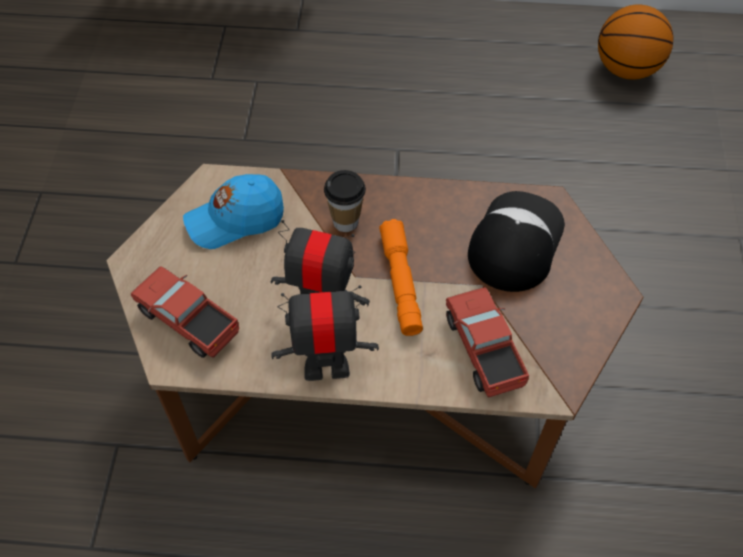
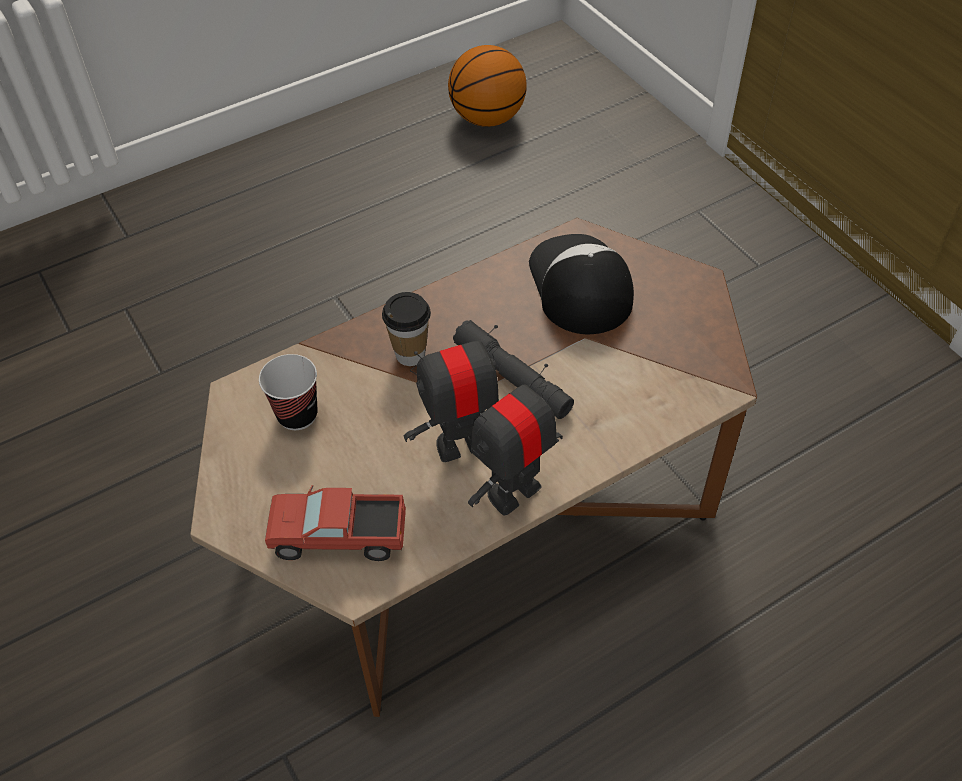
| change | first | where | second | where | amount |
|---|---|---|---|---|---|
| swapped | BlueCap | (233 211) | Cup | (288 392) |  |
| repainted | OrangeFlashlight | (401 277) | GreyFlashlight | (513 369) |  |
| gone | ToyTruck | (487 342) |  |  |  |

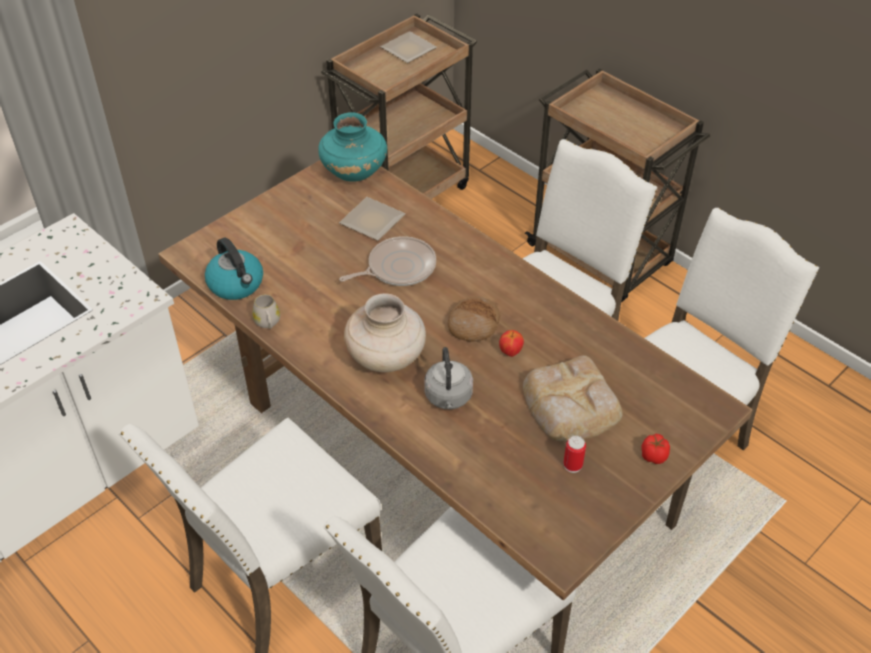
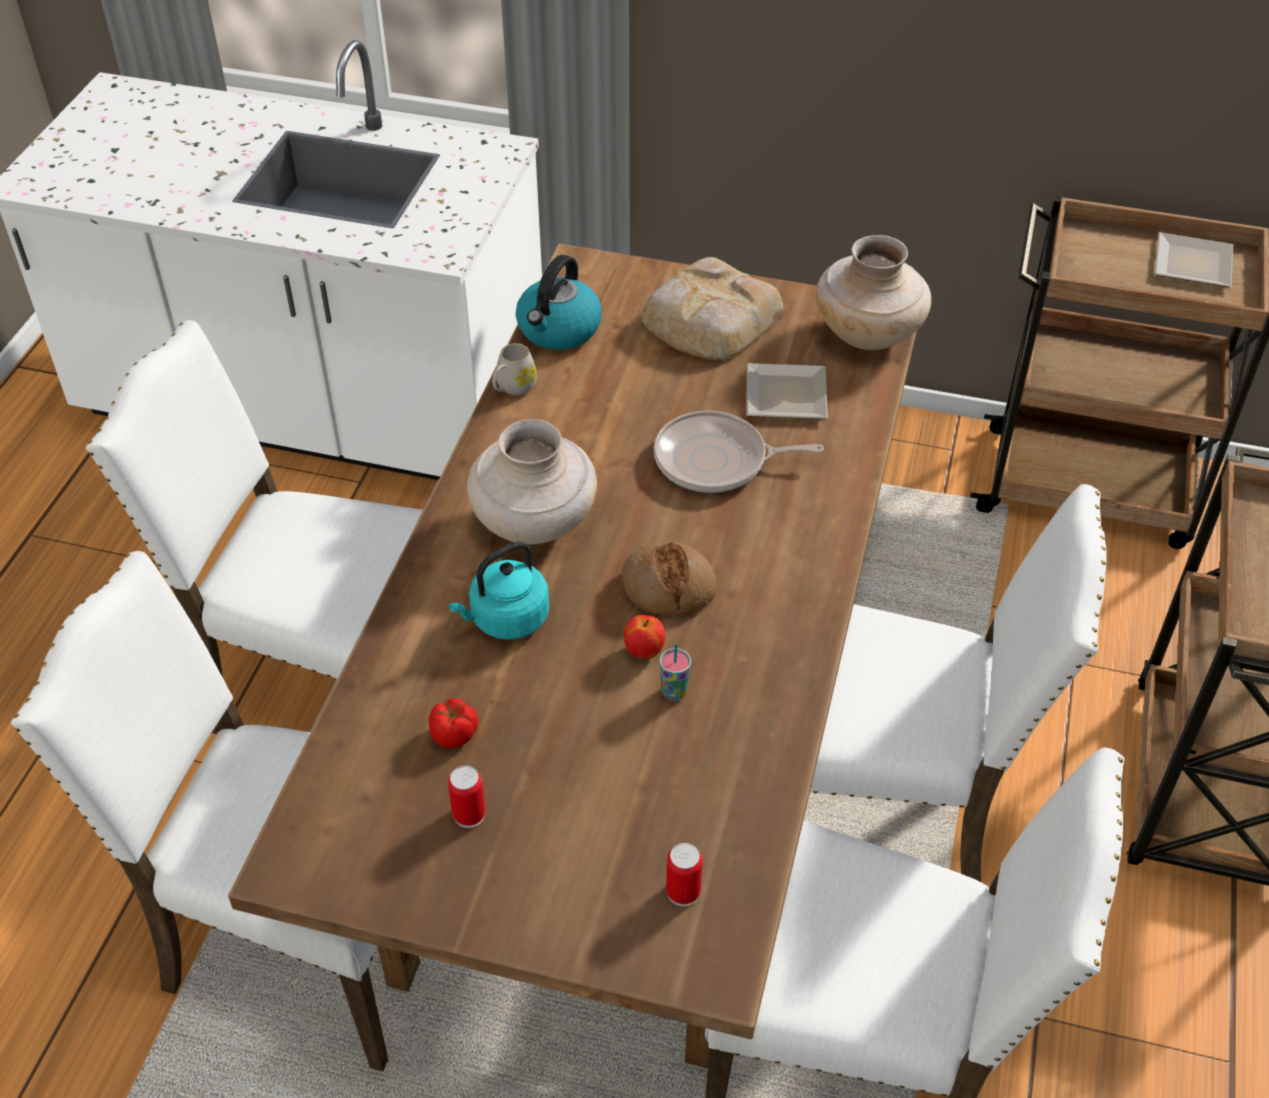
| change | first | where | second | where | amount |
|---|---|---|---|---|---|
| repainted | TurquoiseVase | (352 147) | BeigeVase | (873 292) |  |
| rotated | FryingPan | (387 261) |  | (739 452) | 150 degrees clockwise |
| repainted | GreyKettle | (448 378) | TurquoiseKettle | (499 590) |  |
| shifted | Bread | (572 398) |  | (712 308) |  |
| shifted | Tomato | (655 449) |  | (453 723) |  |
| new |  |  | Cup | (675 672) |  |
| new |  |  | Can | (684 874) |  |

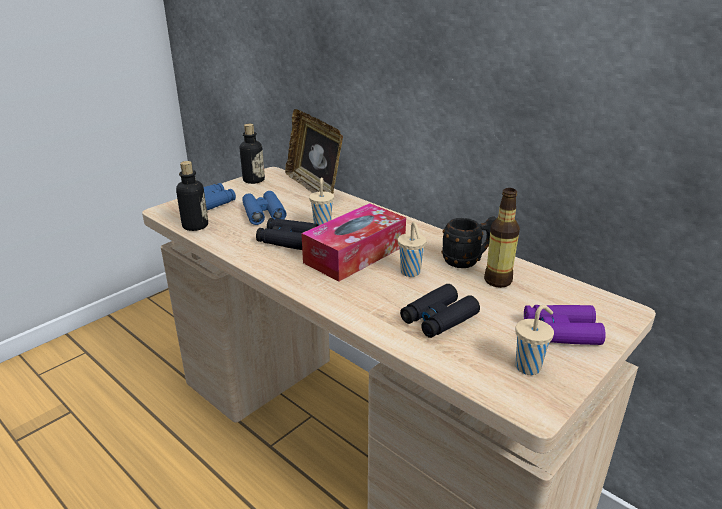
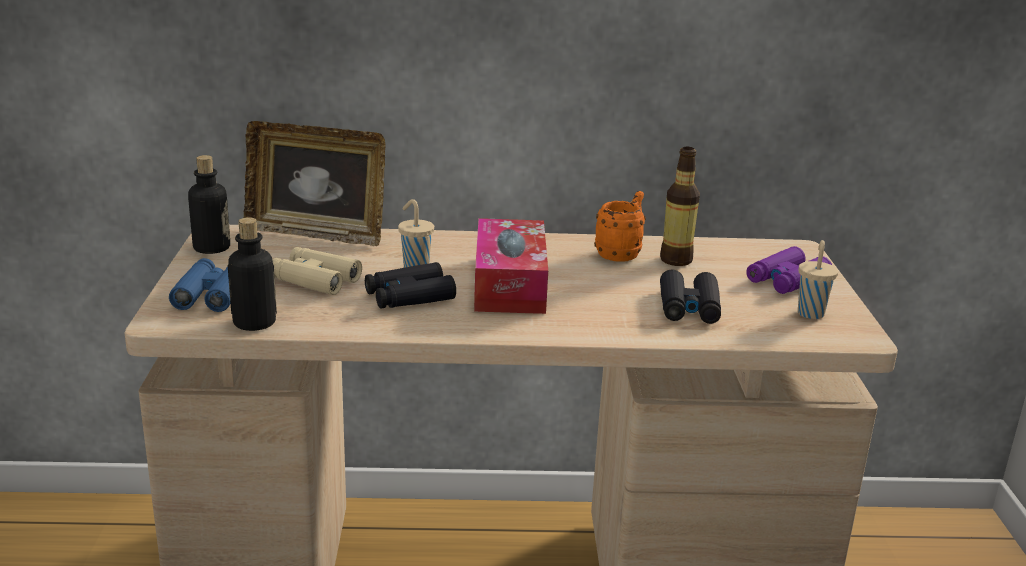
| change | first | where | second | where | amount |
|---|---|---|---|---|---|
| repainted | BlueBinoculars | (264 208) | BeigeBinoculars | (317 271) |  |
| repainted | BlackMug | (468 242) | OrangeMug | (620 226) |  |
| gone | BeigeCup | (412 249) |  |  |  |

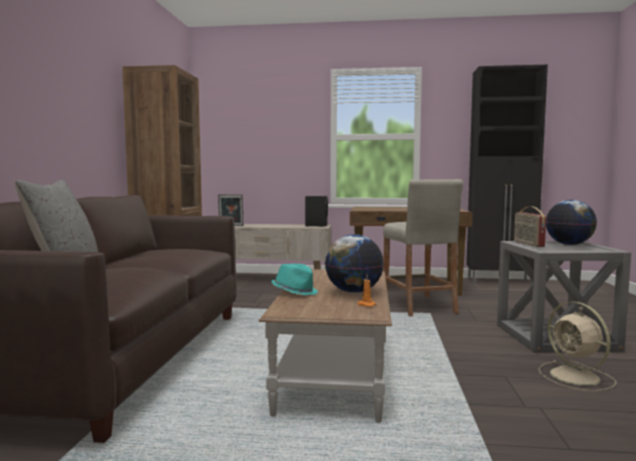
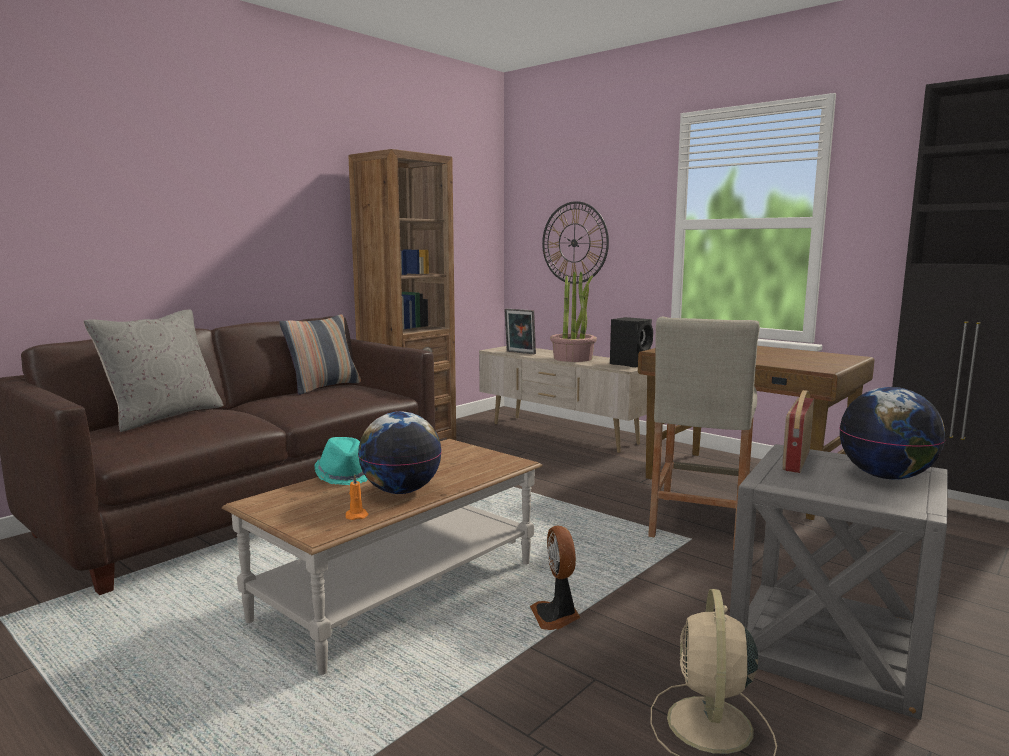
| change | first | where | second | where | amount |
|---|---|---|---|---|---|
| new |  |  | WallClock | (575 242) |  |
| new |  |  | PottedPlant | (573 316) |  |
| new |  |  | Pillow | (320 354) |  |
| new |  |  | Fan | (555 578) |  |

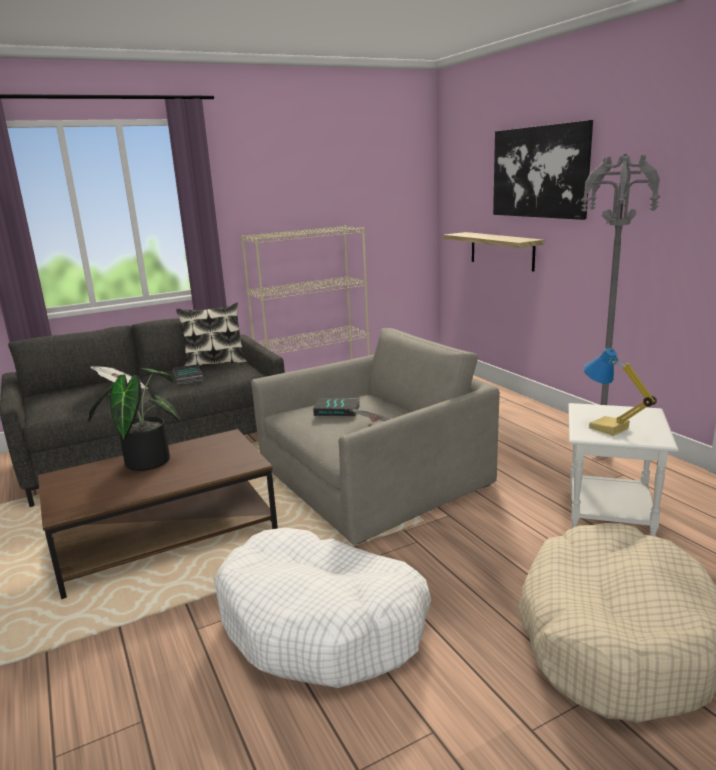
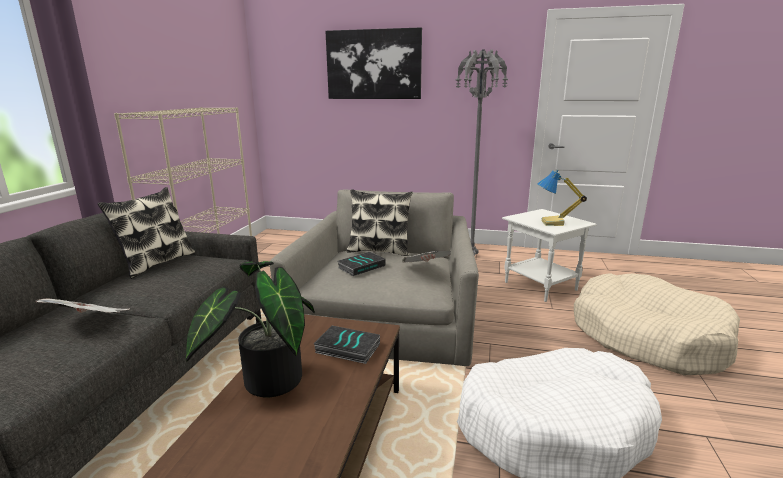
| change | first | where | second | where | amount |
|---|---|---|---|---|---|
| gone | Shelf | (493 252) |  |  |  |
| shifted | Book | (188 374) |  | (346 345) |  |
| new |  |  | Pillow | (379 222) |  |

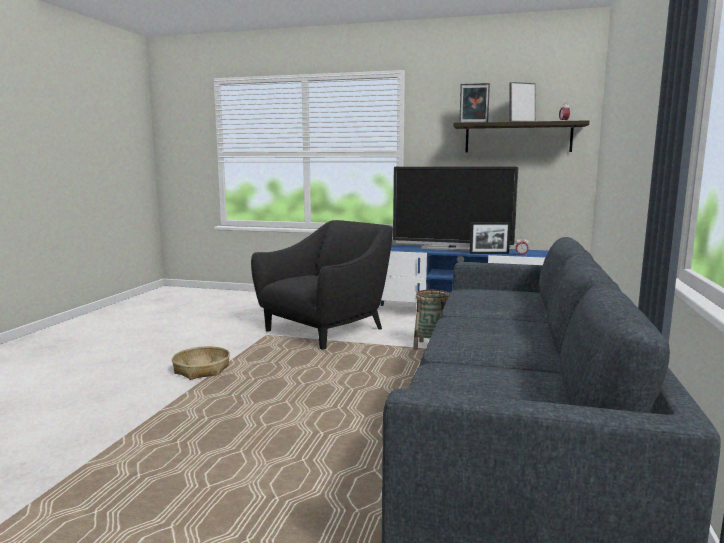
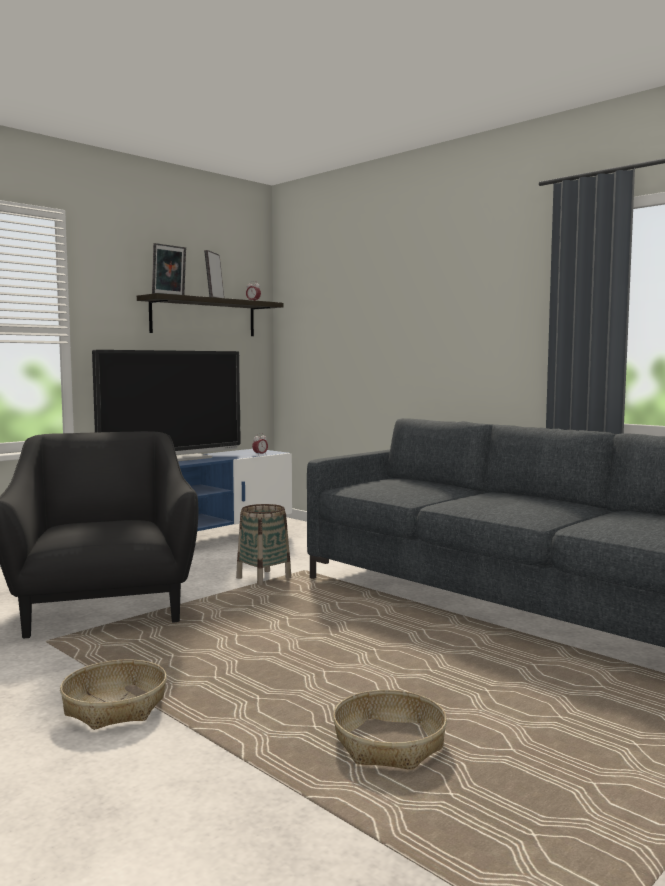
| change | first | where | second | where | amount |
|---|---|---|---|---|---|
| gone | PictureFrame | (490 238) |  |  |  |
| new |  |  | Basket | (390 730) |  |

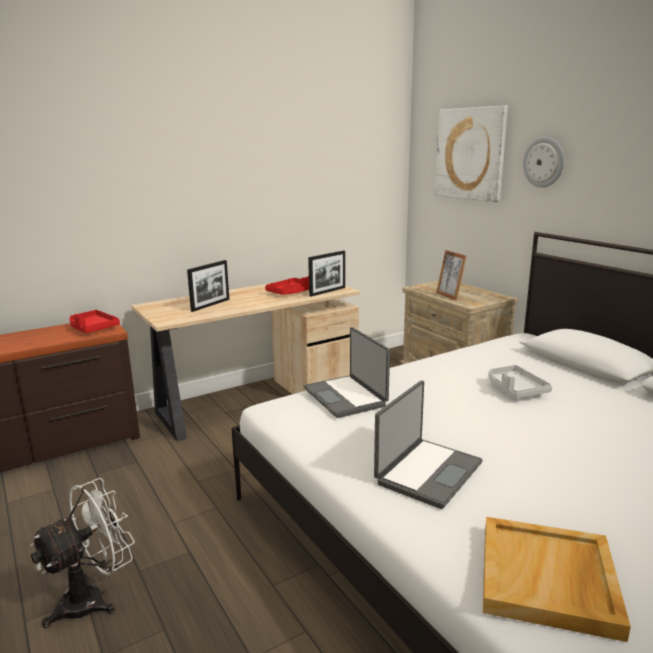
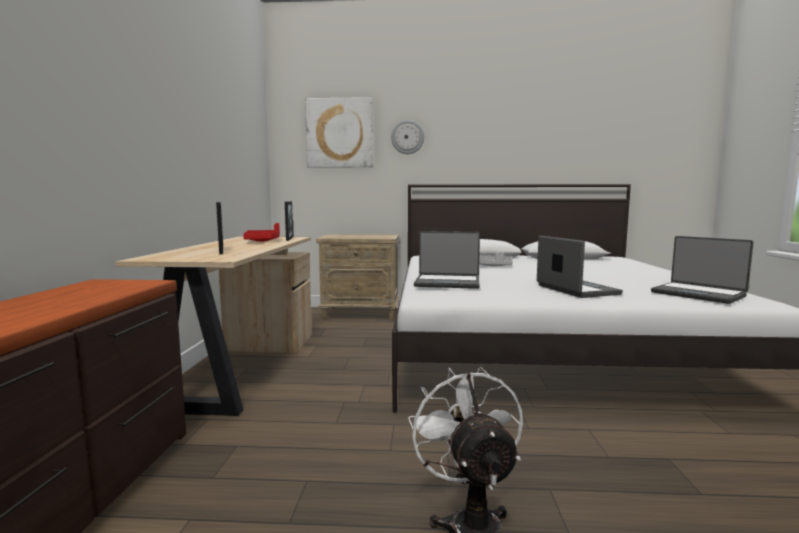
| change | first | where | second | where | amount |
|---|---|---|---|---|---|
| gone | PictureFrame | (451 275) |  |  |  |
| gone | RedTray | (94 321) |  |  |  |
| swapped | BeigeTray | (557 579) | Laptop | (702 270) |  |

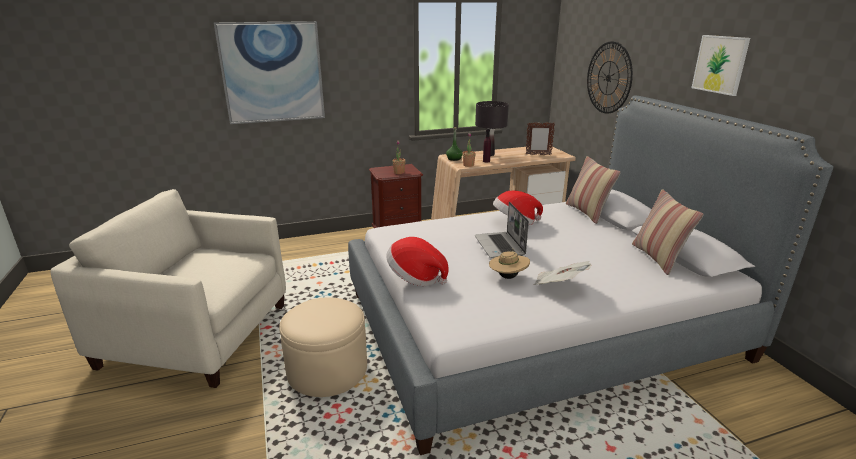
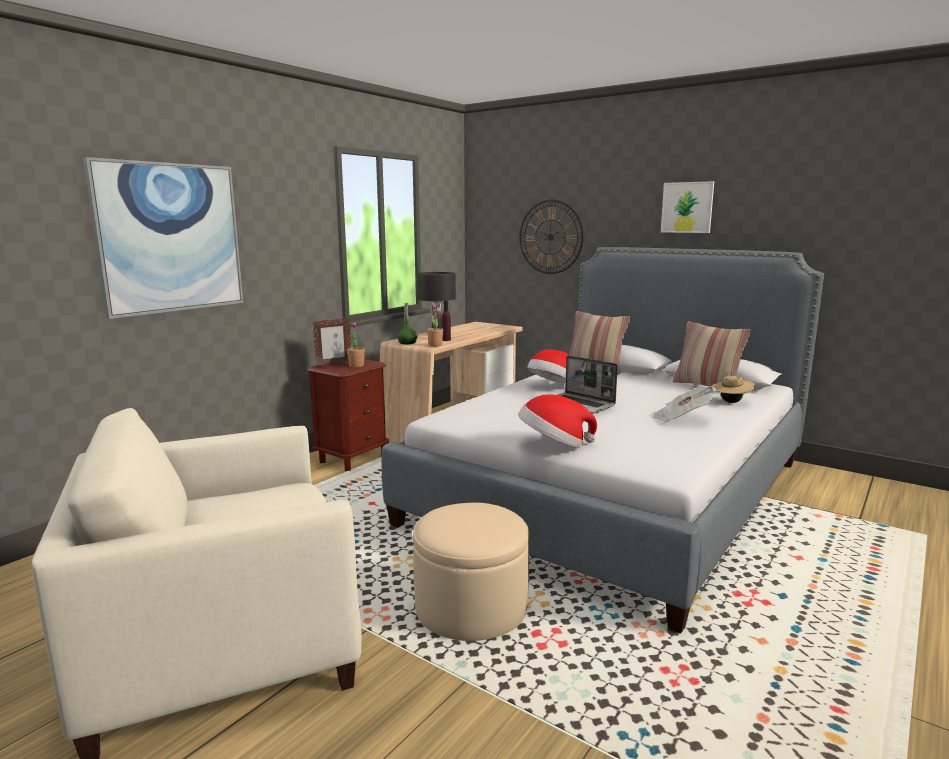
| change | first | where | second | where | amount |
|---|---|---|---|---|---|
| shifted | PictureFrame | (540 139) |  | (331 342) |  |
| shifted | BeigeHat | (509 263) |  | (733 388) |  |

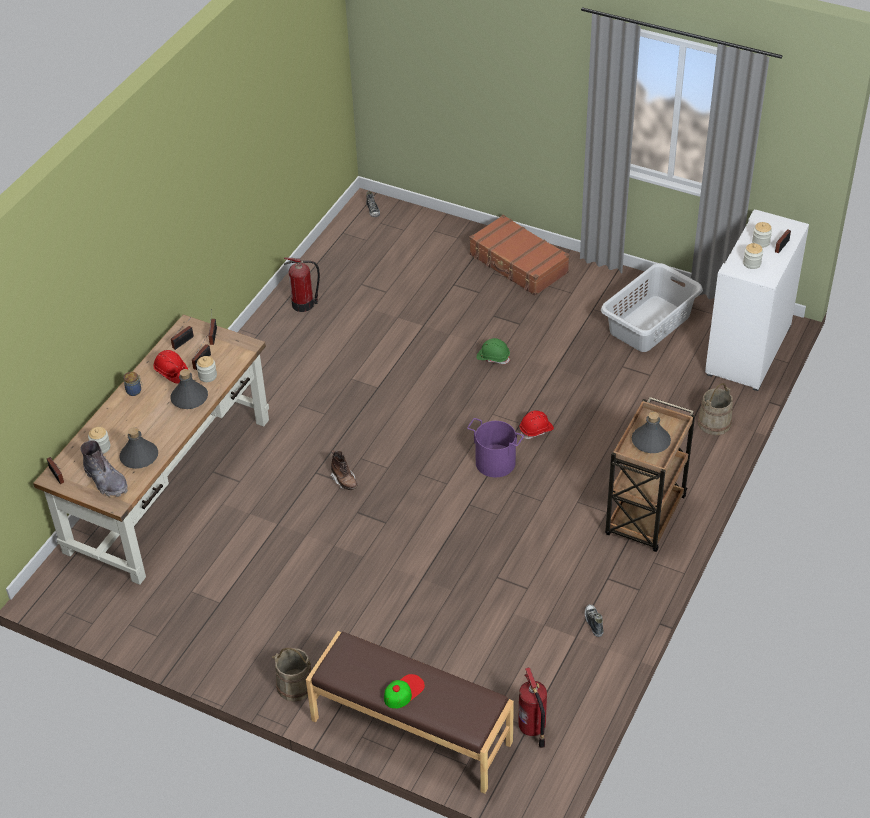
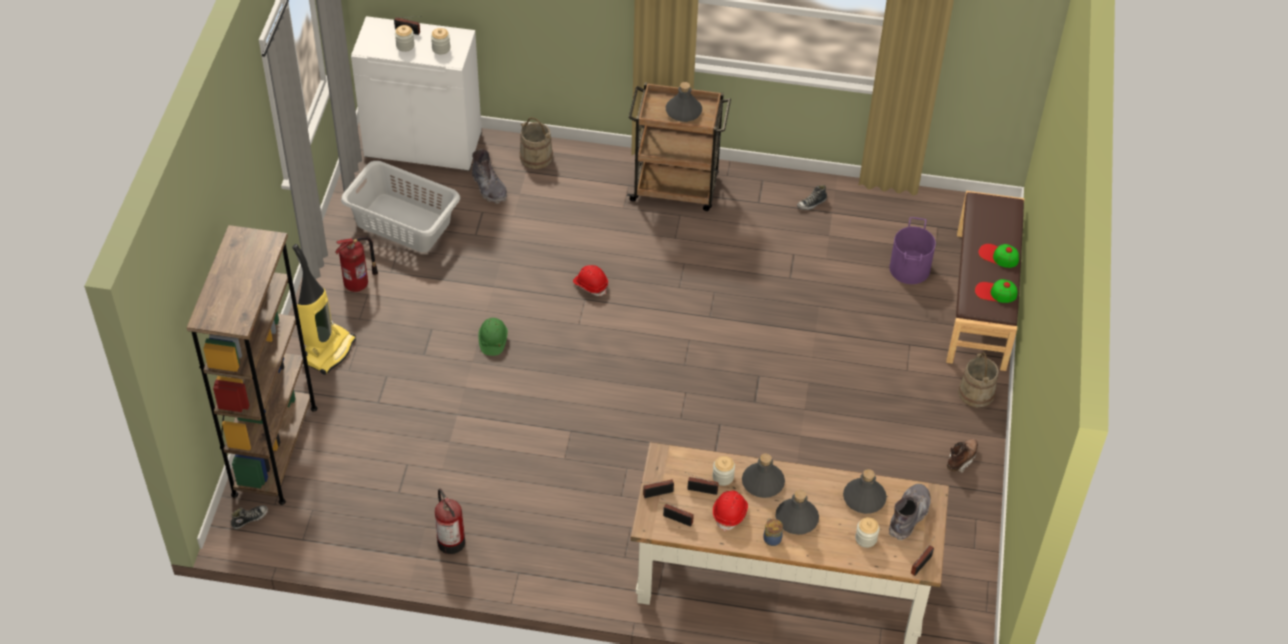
| change | first | where | second | where | amount |
|---|---|---|---|---|---|
| swapped | BrownSuitcase | (519 255) | VacuumCleaner | (324 309) |  |
| shifted | PurpleBucket | (495 447) |  | (913 250) |  |
| shifted | BrownBoot | (344 470) |  | (962 455) |  |
| shifted | FireExtinguisher | (532 707) |  | (356 264) |  |
| new |  |  | GreyBoot | (489 176) |  |
| new |  |  | BrownBookcase | (251 365) |  |
| new |  |  | Cap | (996 291) |  |
| new |  |  | GreyBottle | (797 512) |  |

